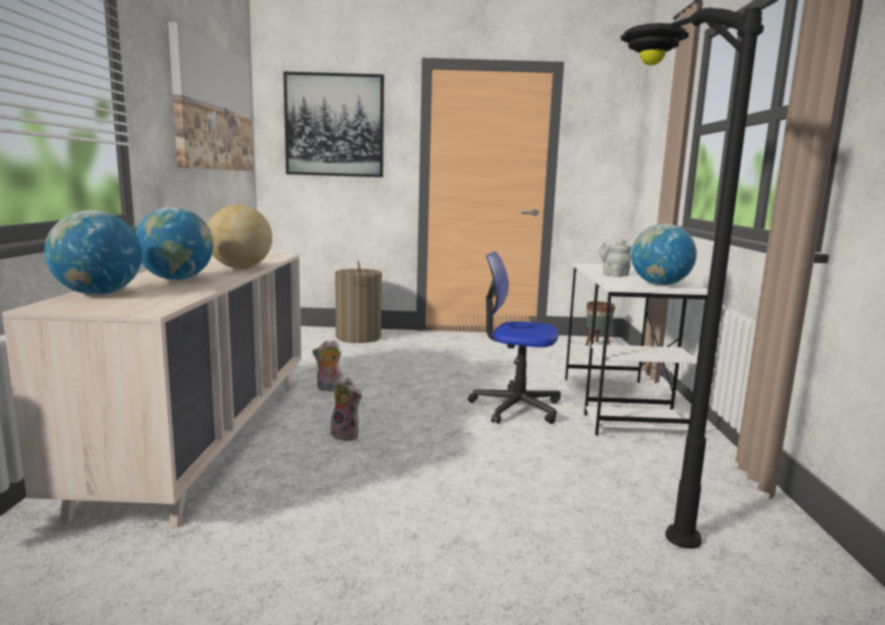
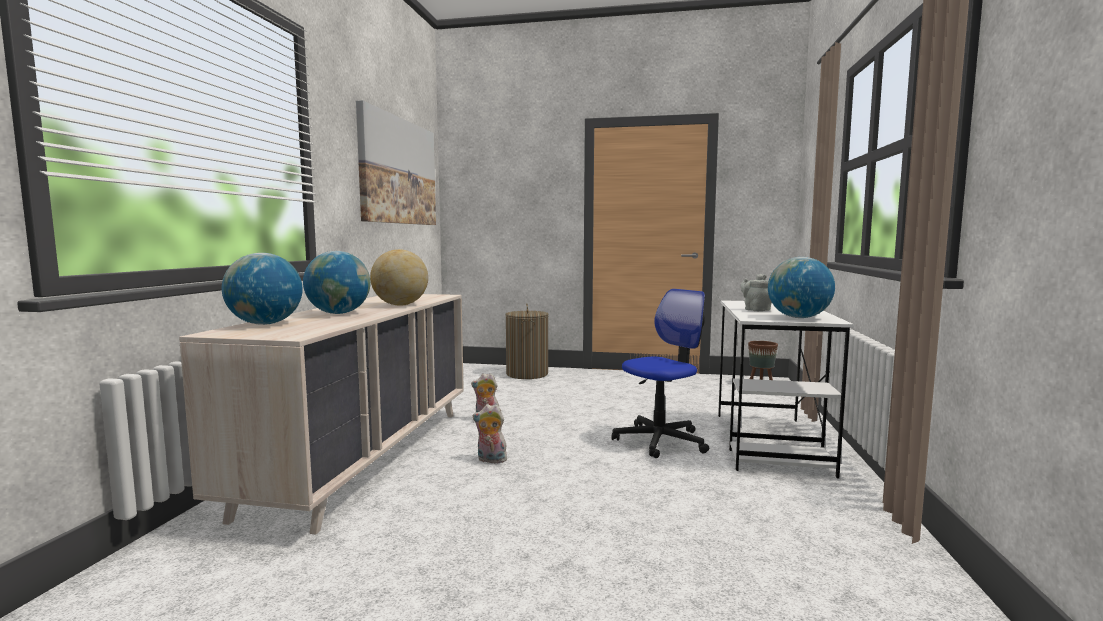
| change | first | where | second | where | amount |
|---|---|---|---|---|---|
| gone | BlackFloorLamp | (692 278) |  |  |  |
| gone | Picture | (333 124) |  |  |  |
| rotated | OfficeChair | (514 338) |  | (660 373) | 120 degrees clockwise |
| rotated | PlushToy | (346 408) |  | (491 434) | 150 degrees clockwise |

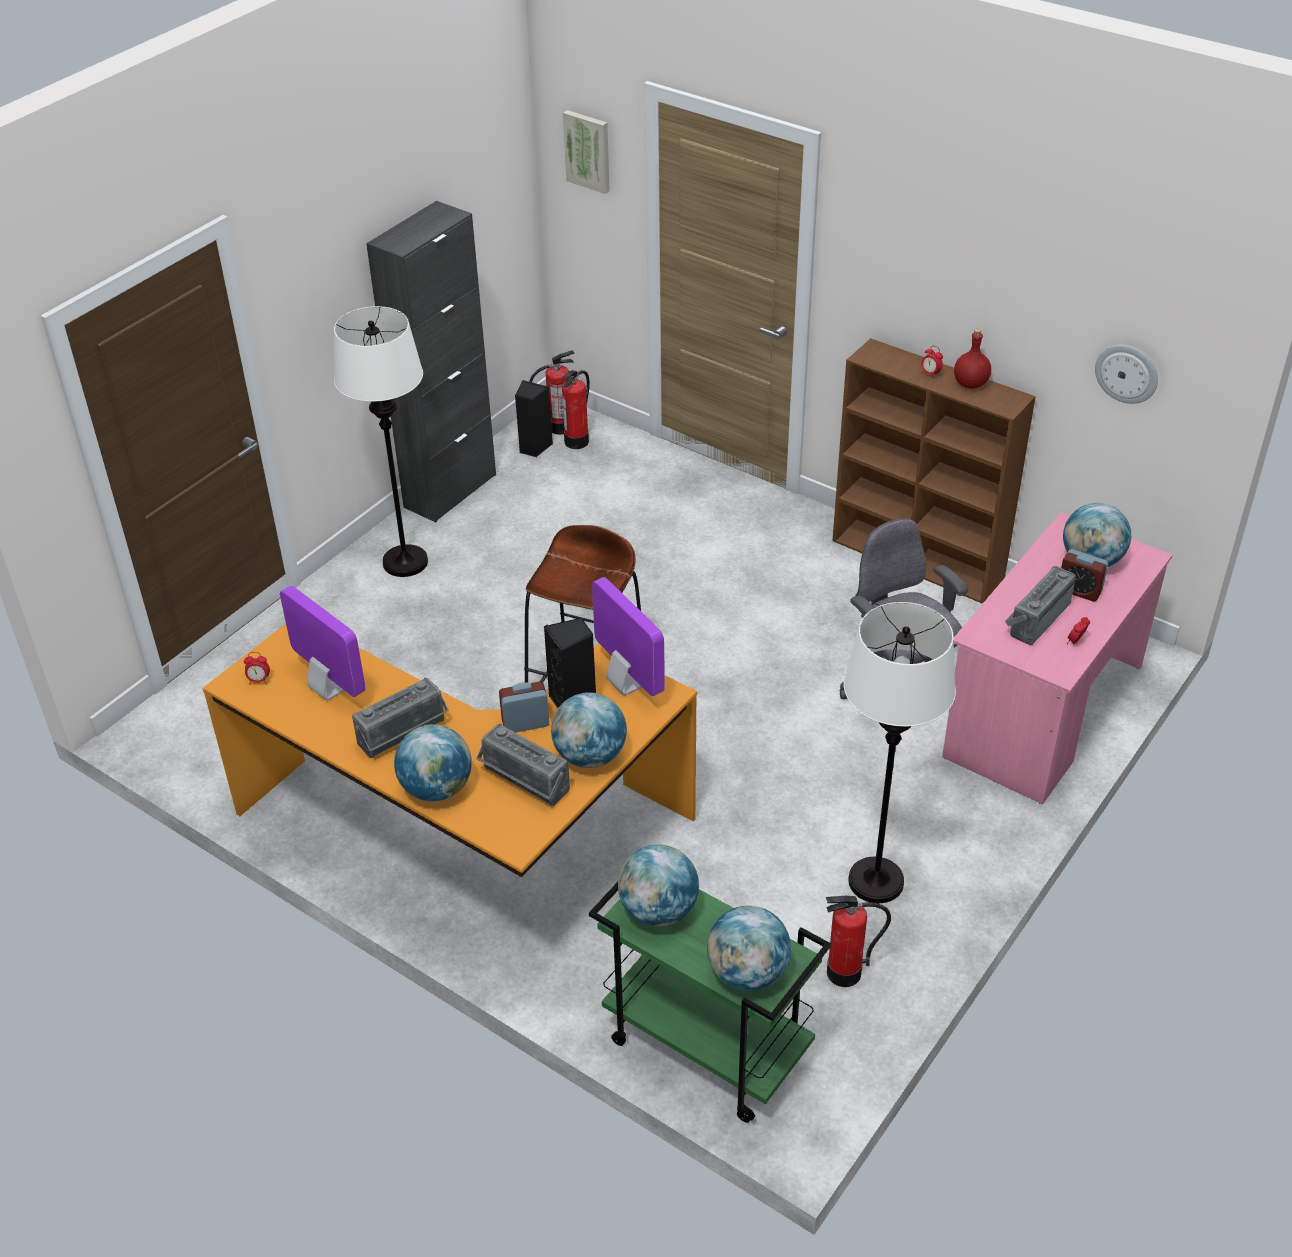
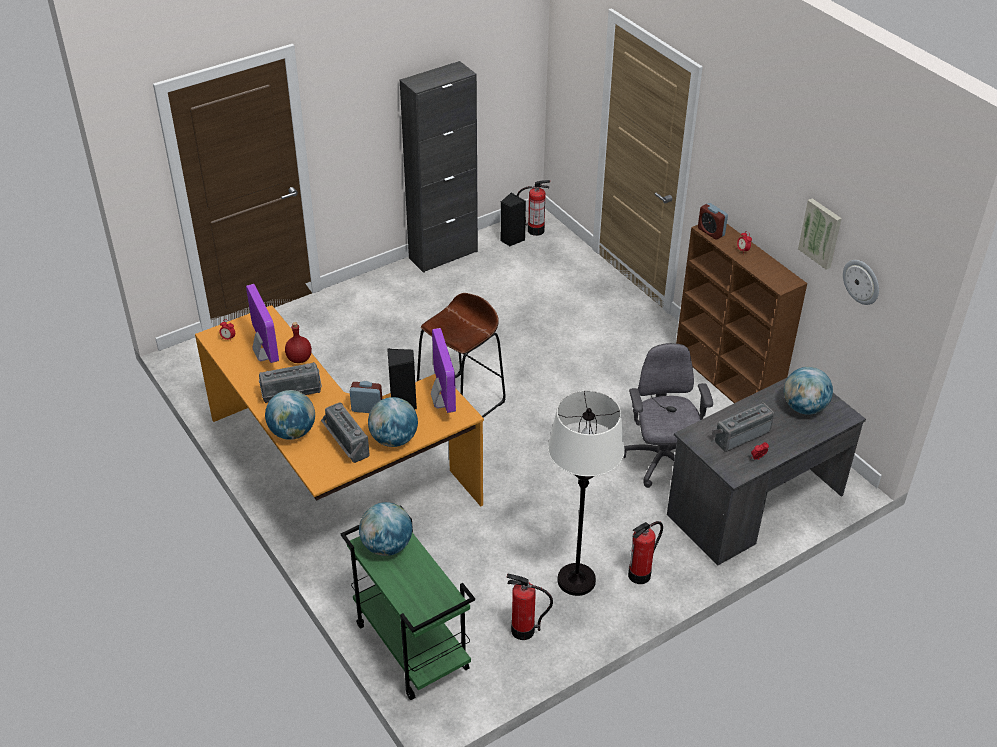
| change | first | where | second | where | amount |
|---|---|---|---|---|---|
| shifted | Picture | (586 152) |  | (820 234) |  |
| gone | WhiteFloorLamp | (381 441) |  |  |  |
| shifted | RedBottle | (972 359) |  | (298 342) |  |
| shifted | FireExtinguisher | (576 409) |  | (645 552) |  |
| repainted | PinkDesk | (1057 658) | GreyDesk | (766 471) |  |
| shifted | AlarmClock | (1084 575) |  | (713 221) |  |
| gone | Globe | (749 948) |  |  |  |

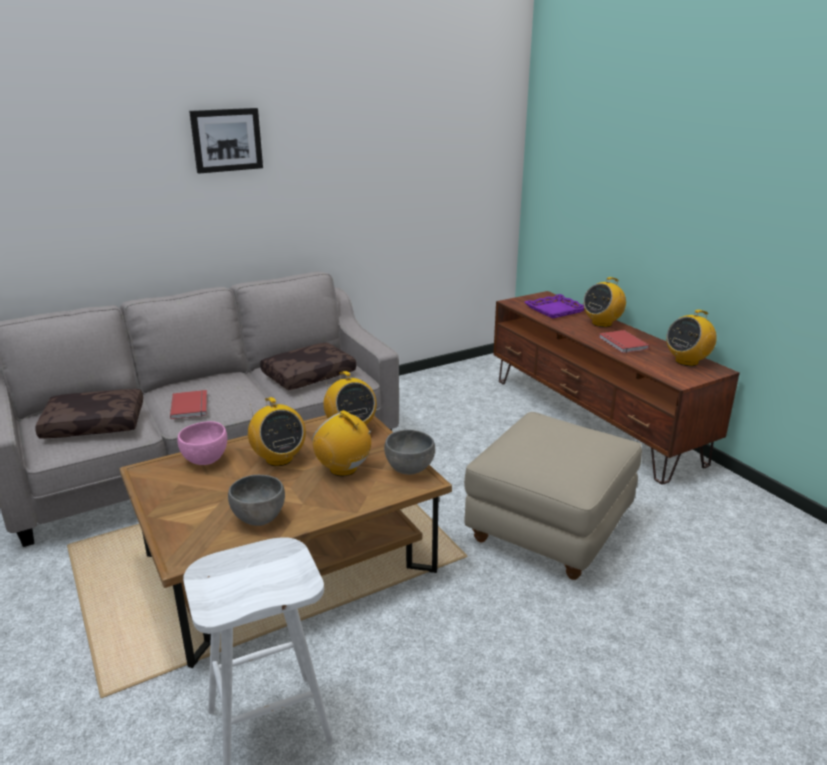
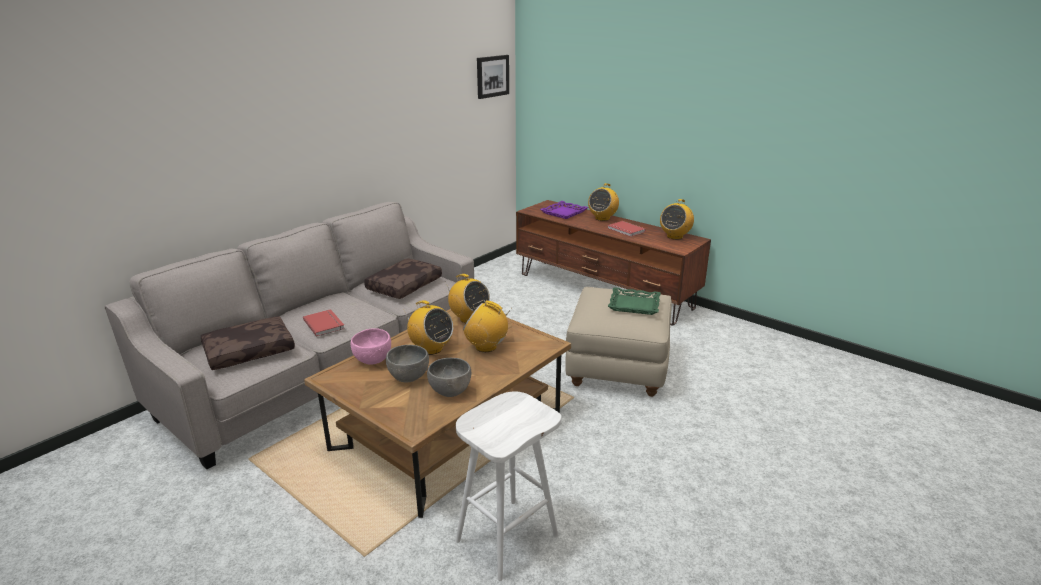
| change | first | where | second | where | amount |
|---|---|---|---|---|---|
| shifted | Picture | (226 141) |  | (493 77) |  |
| shifted | GreyBowl | (409 452) |  | (407 364) |  |
| new |  |  | GreenTray | (634 301) |  |

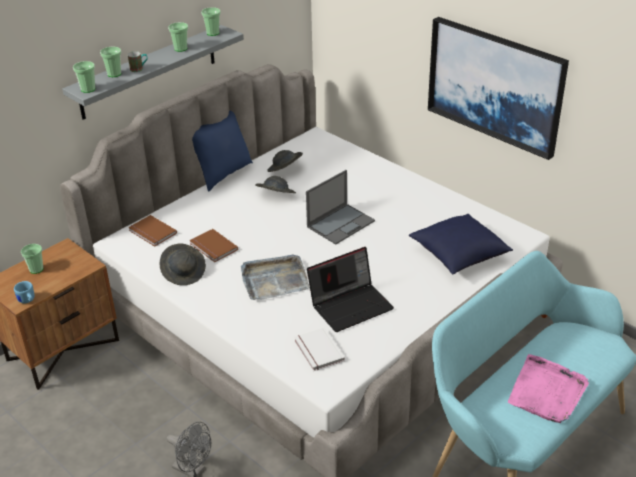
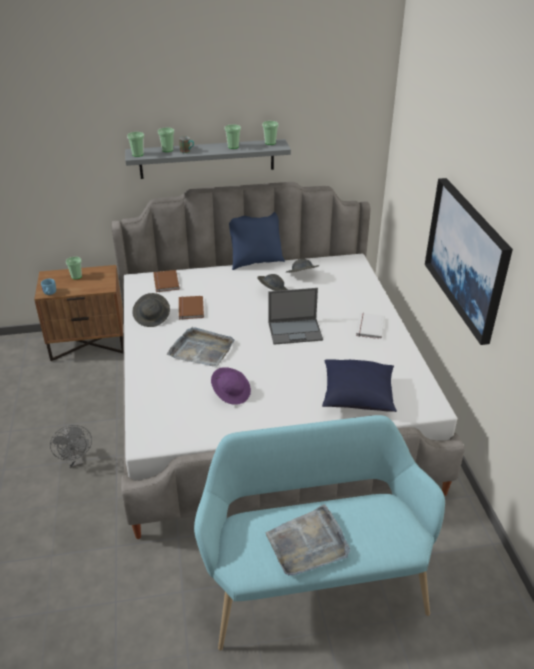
| change | first | where | second | where | amount |
|---|---|---|---|---|---|
| swapped | Laptop | (350 289) | PurpleHat | (231 386) |  |
| shifted | WhiteBook | (319 349) |  | (370 326) |  |
| repainted | PinkTray | (548 388) | GreyTray | (308 540) |  |

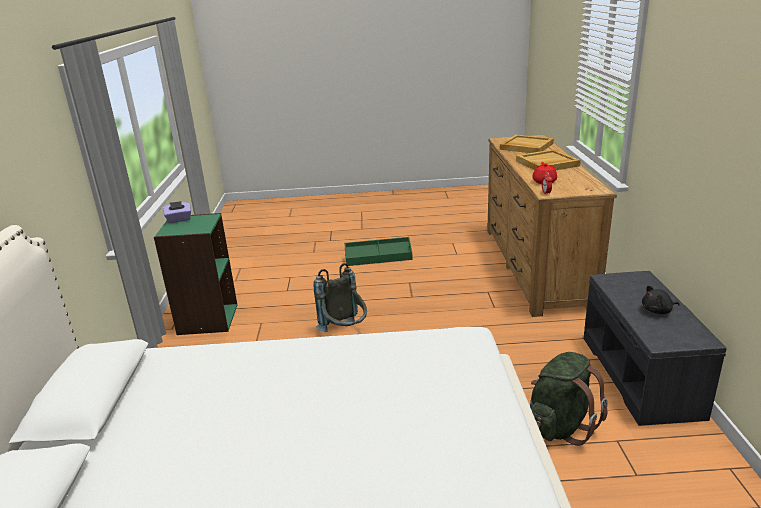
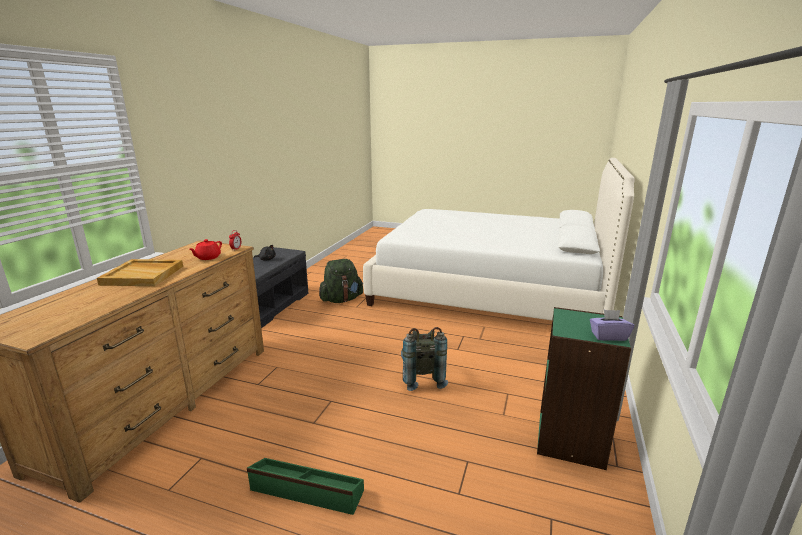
| change | first | where | second | where | amount |
|---|---|---|---|---|---|
| gone | BeigeTray | (527 144) |  |  |  |

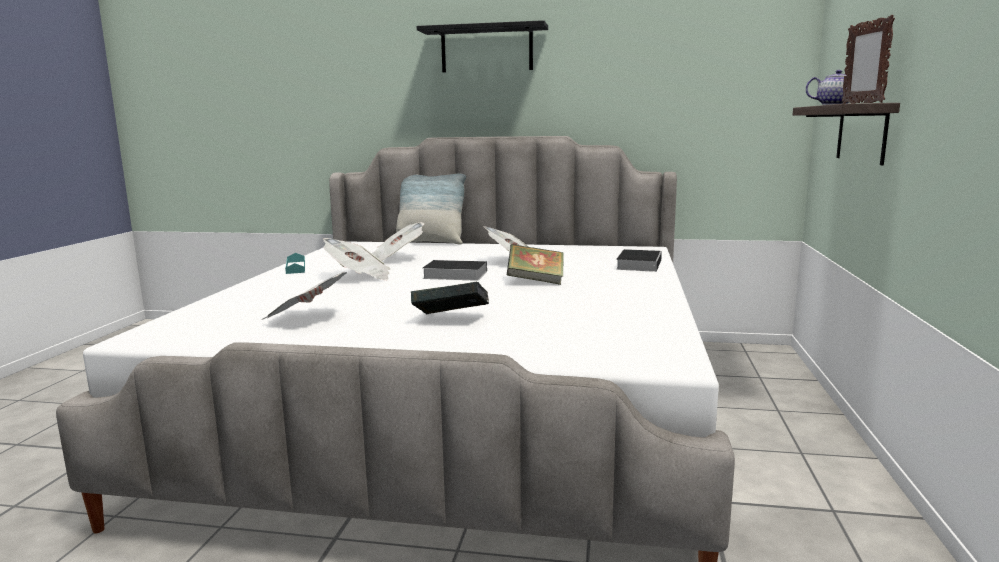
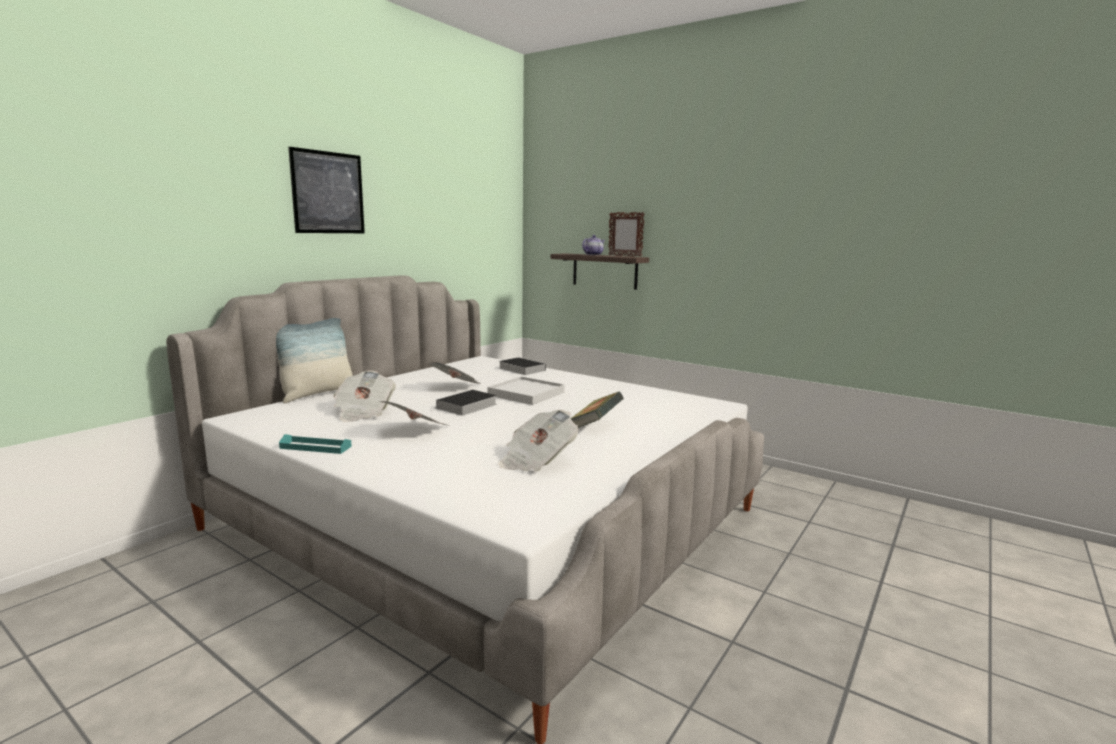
| change | first | where | second | where | amount |
|---|---|---|---|---|---|
| swapped | BlackShelf | (482 46) | Picture | (326 190) |  |
| swapped | Book | (535 264) | WhiteTray | (526 391) |  |

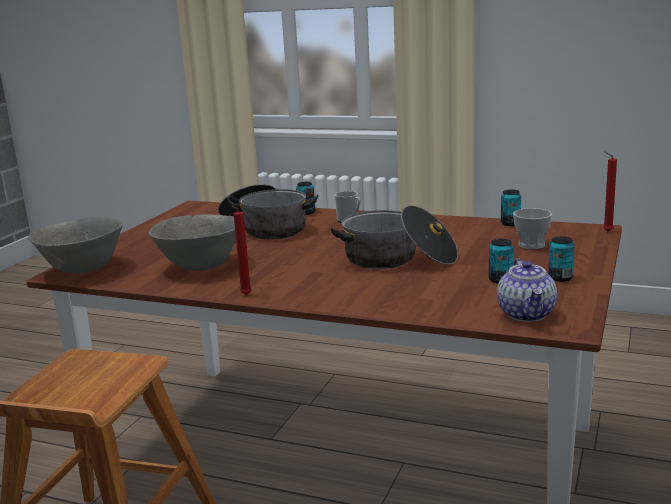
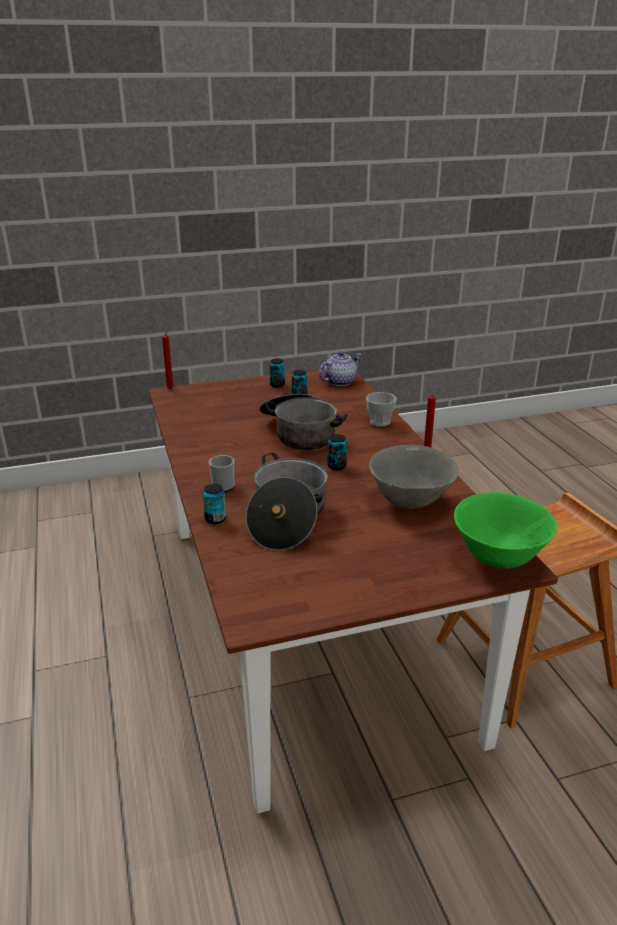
| change | first | where | second | where | amount |
|---|---|---|---|---|---|
| shifted | Can | (511 208) |  | (337 452) |  |
| shifted | Cup | (532 228) |  | (381 409) |  |
| repainted | GreyBowl | (75 245) | GreenBowl | (505 530) |  |

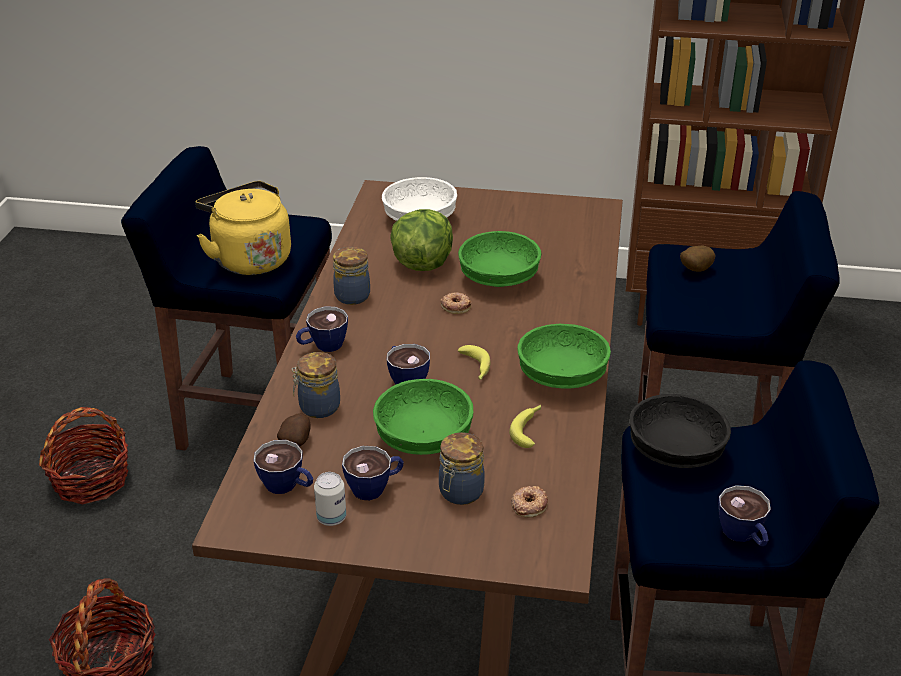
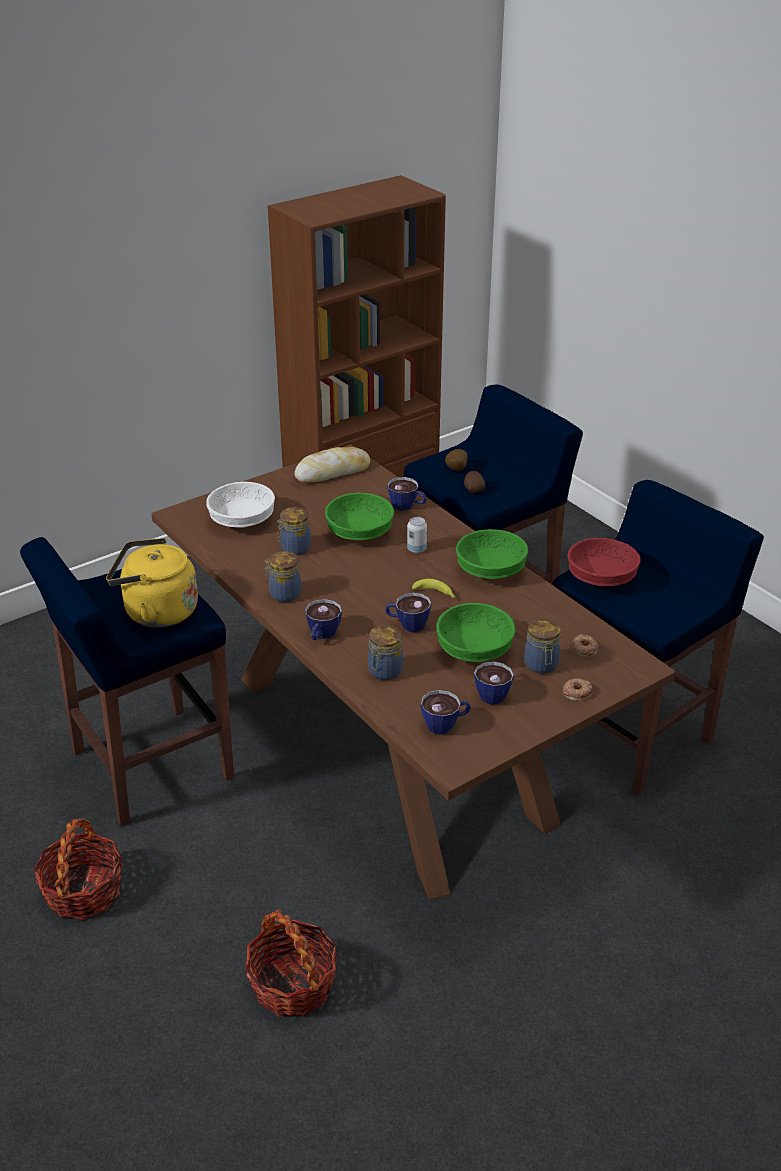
| change | first | where | second | where | amount |
|---|---|---|---|---|---|
| swapped | Lettuce | (421 240) | Jar | (294 531) |  |
| shifted | Donut | (456 303) |  | (578 689) |  |
| repainted | BlackBowl | (680 431) | RedBowl | (604 562) |  |
| gone | Banana | (525 426) |  |  |  |
| shifted | Potato | (294 430) |  | (474 482) |  |
| shifted | Can | (330 499) |  | (417 535) |  |
| shifted | Cup | (744 516) |  | (407 494) |  |
| new |  |  | Bread | (332 465) |  |

